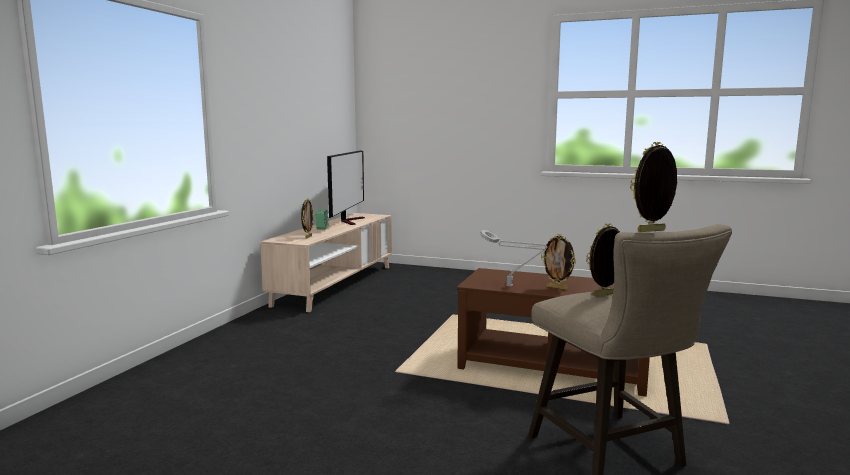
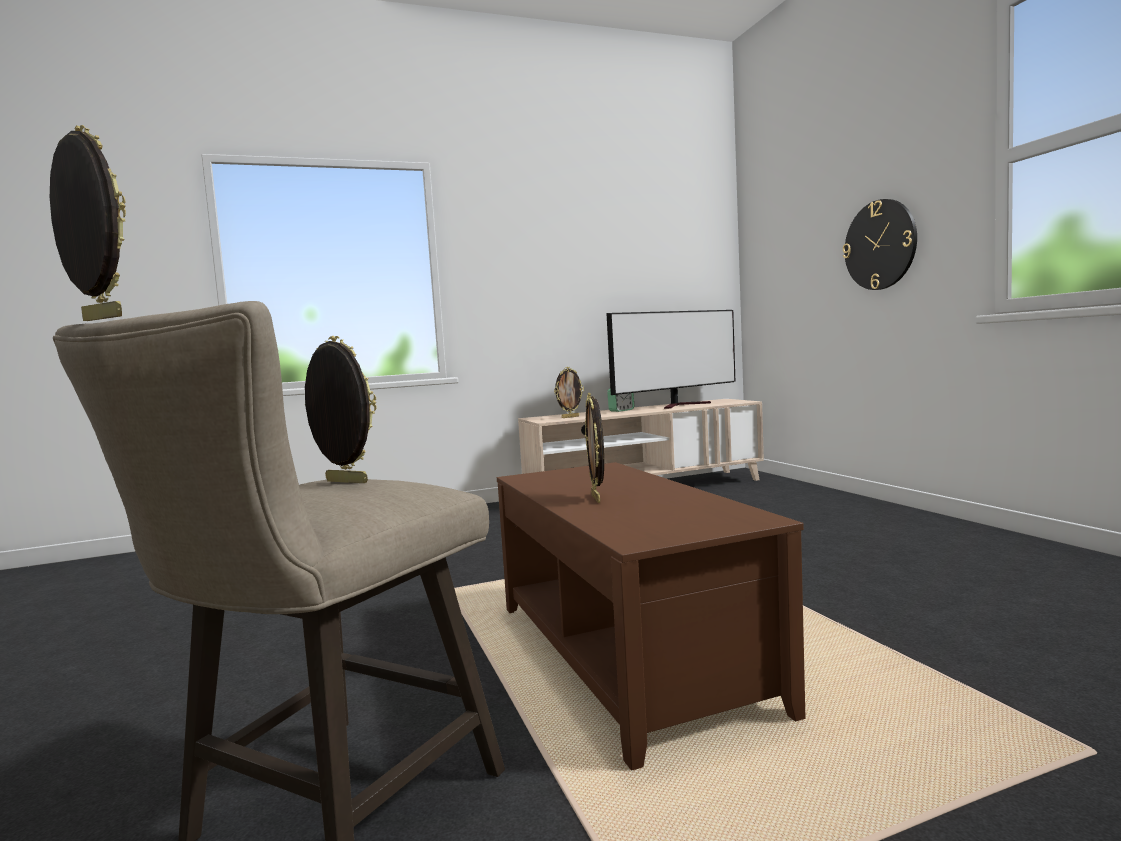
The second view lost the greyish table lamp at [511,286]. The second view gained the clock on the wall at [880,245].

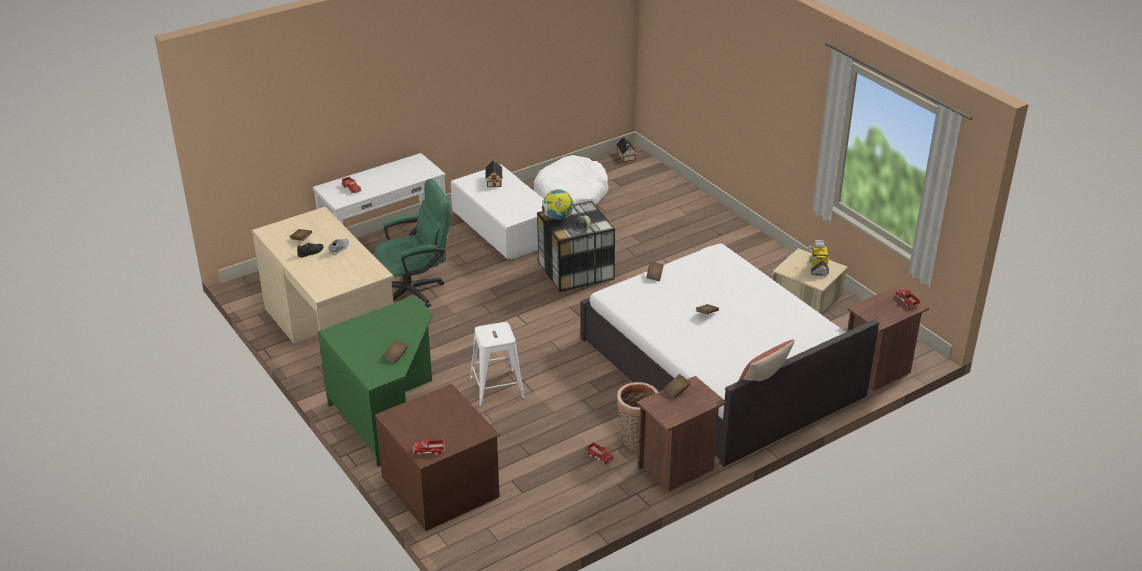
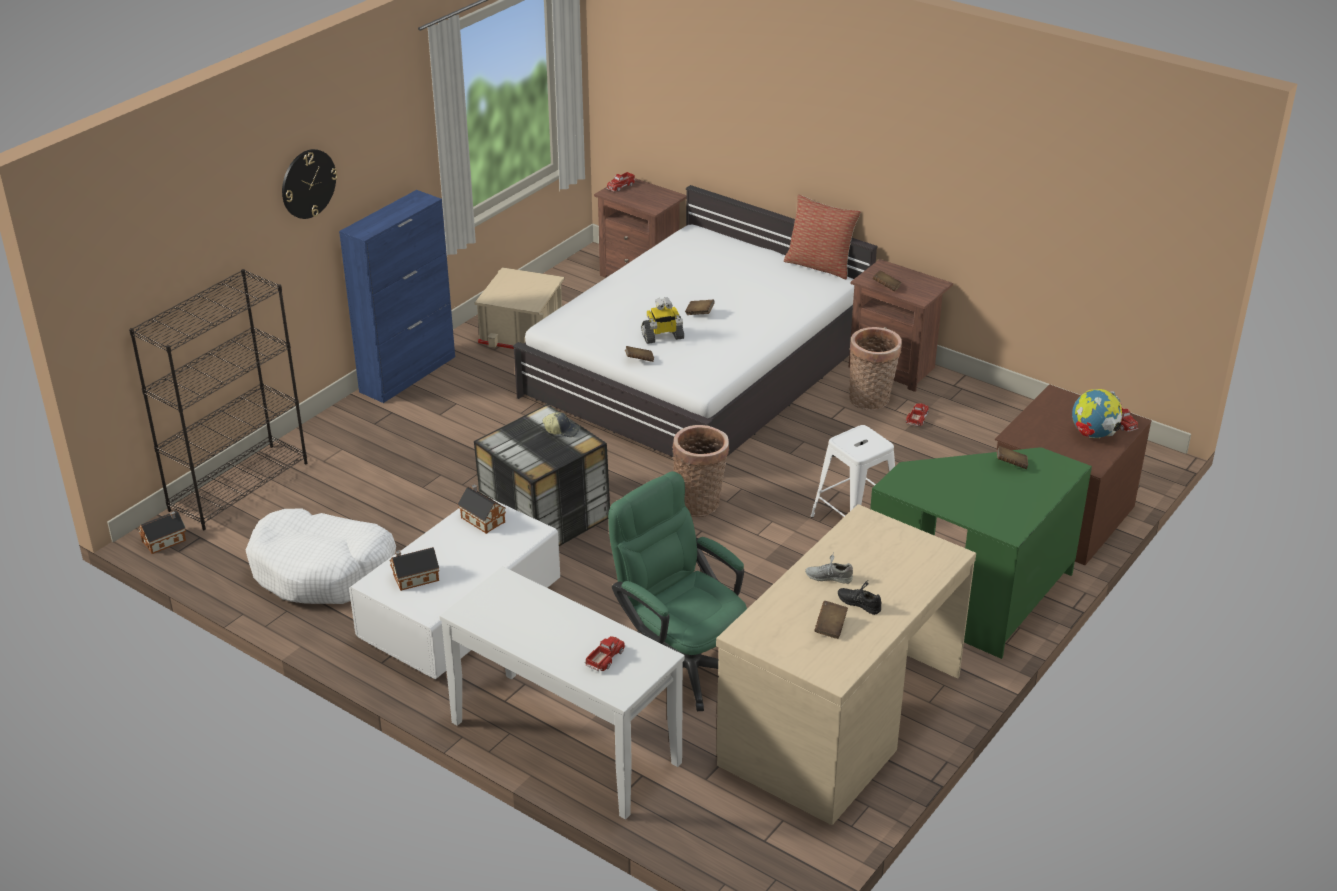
The desk globe ended up elsewhere, having gone from [557,217] to [1093,434]. The toy robot ended up elsewhere, having gone from [818,267] to [662,337]. The second view gained the blackish bookshelf at [239,486]. The second view gained the clock on the wall at [308,183]. The second view gained the blue cabinet at [408,374]. The second view gained the model house at [482,519]. The second view gained the household basket at [700,503].

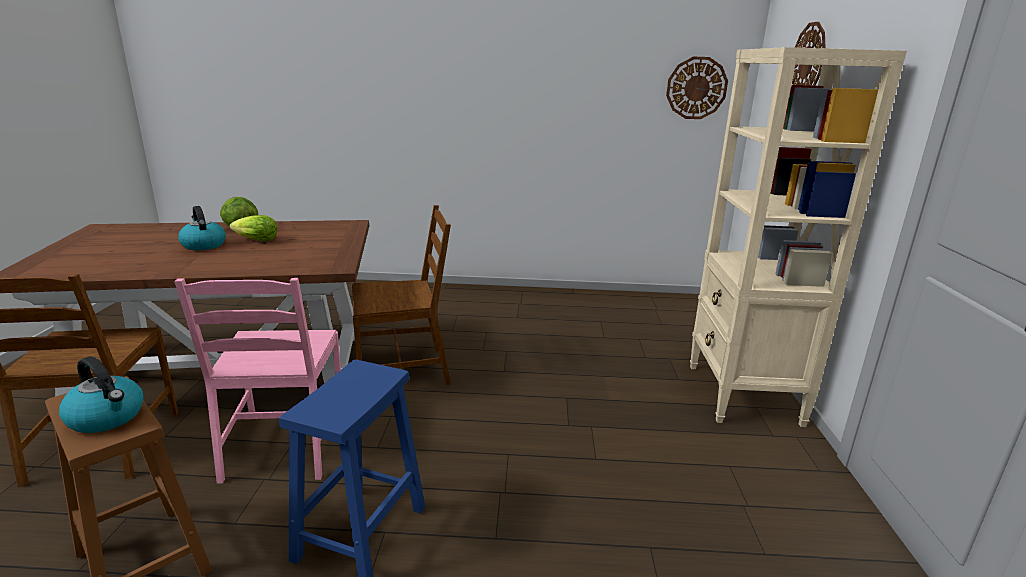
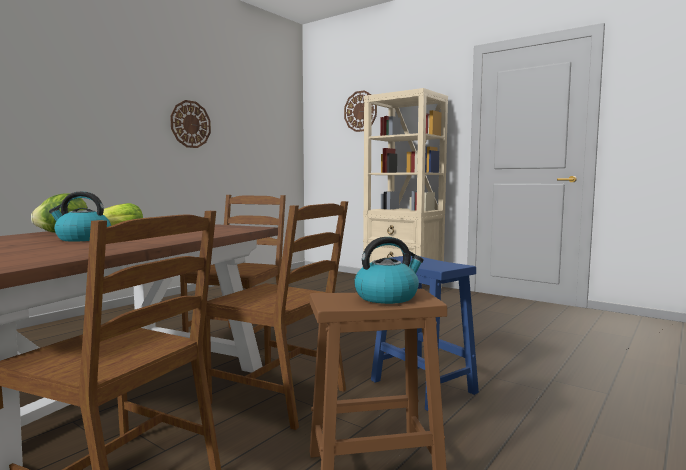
What was the pink plain chair at [285,446] turned into the brownish plain chair at [280,396]. The clock on the wall ended up elsewhere, having gone from [696,88] to [190,124].

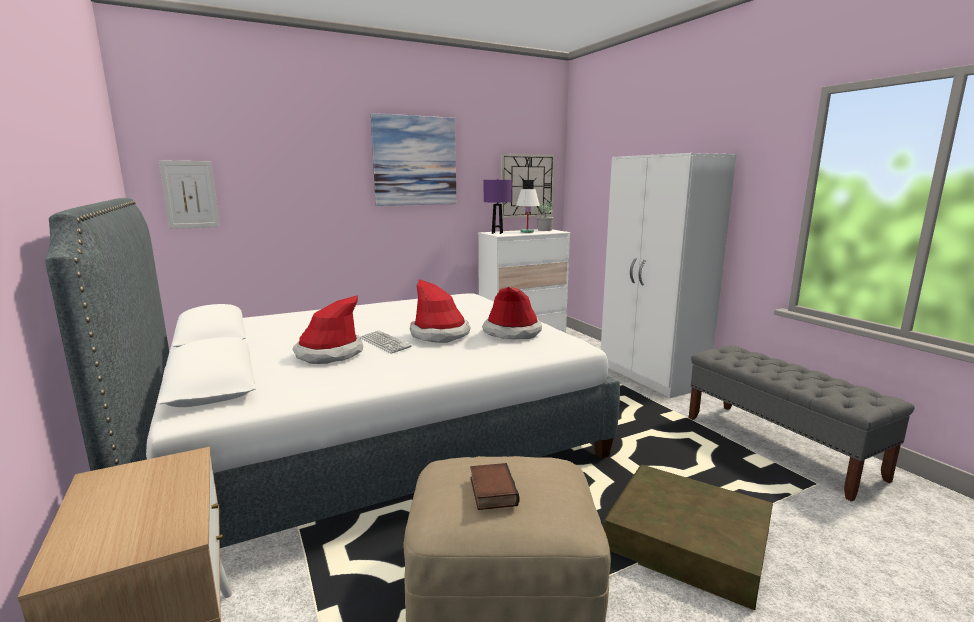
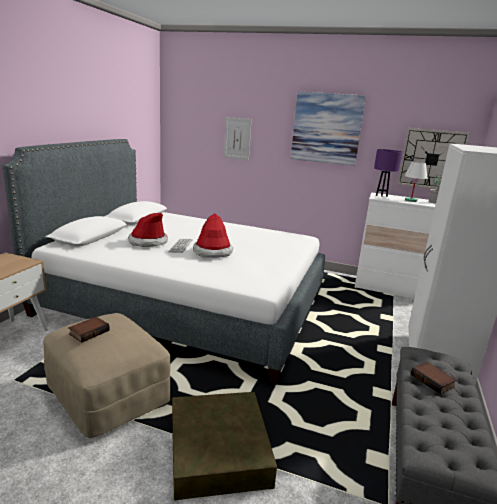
The wall picture ended up elsewhere, having gone from [190,194] to [237,138]. The second view lost the wearable hat at [512,332]. The second view gained the volume at [433,380].

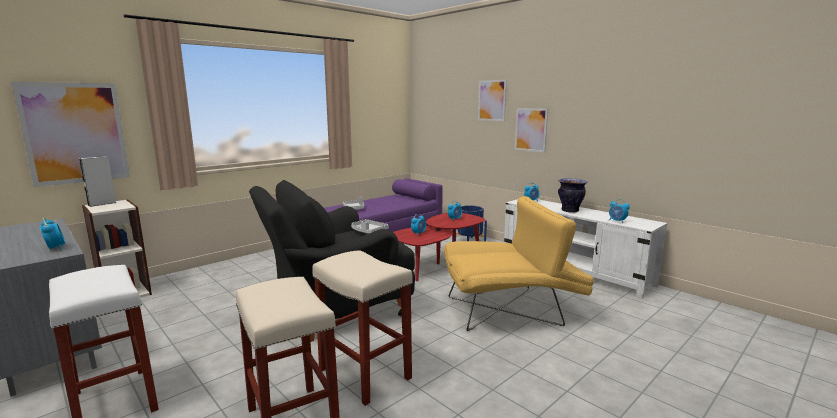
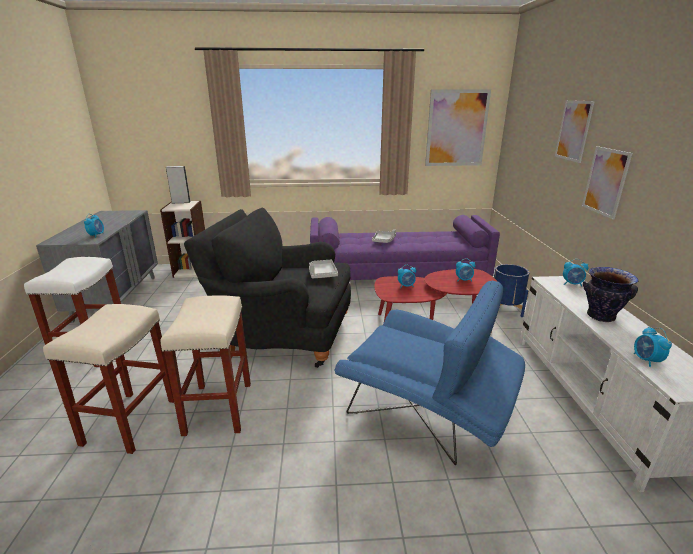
The wall picture ended up elsewhere, having gone from [75,133] to [456,128]. What was the yellow-coloured armchair at [511,309] turned into the blue armchair at [428,411].

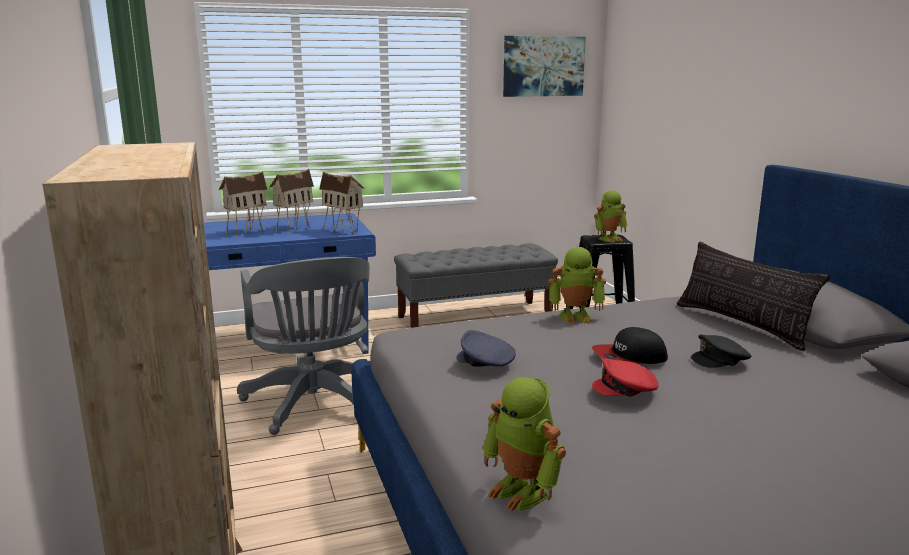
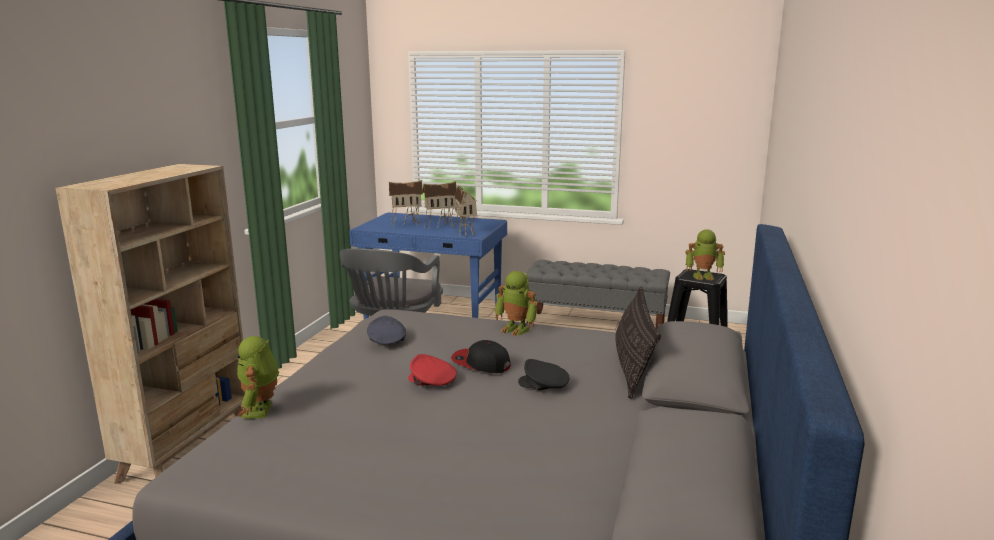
The second view lost the wall picture at [543,66].

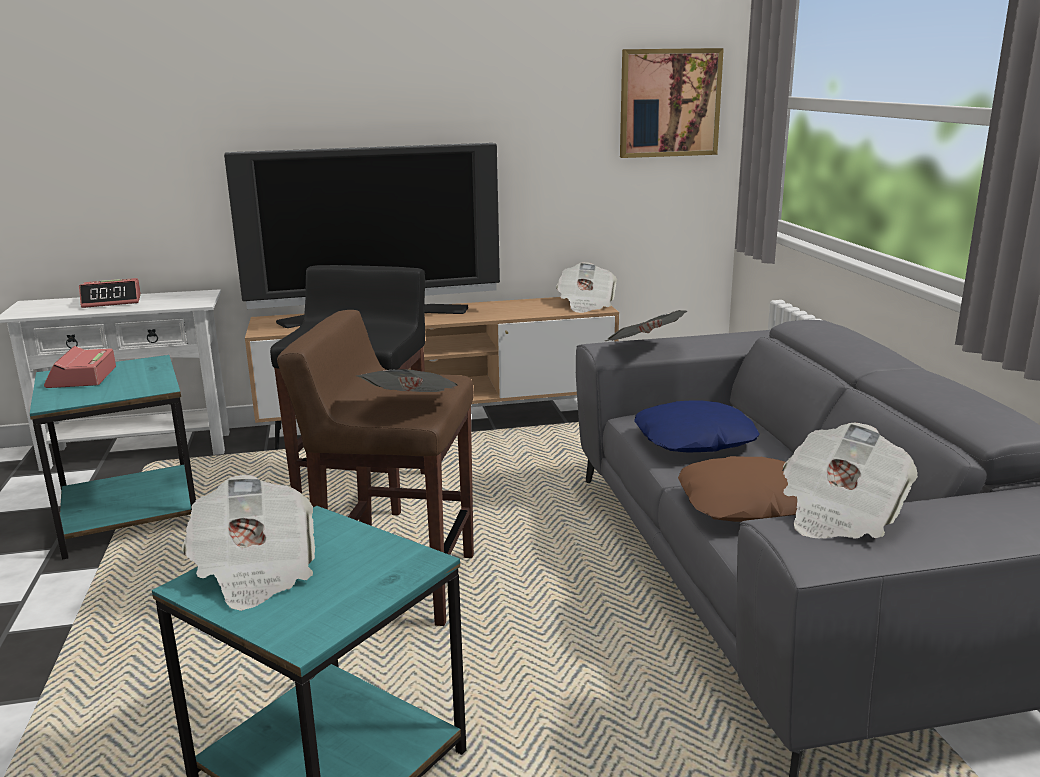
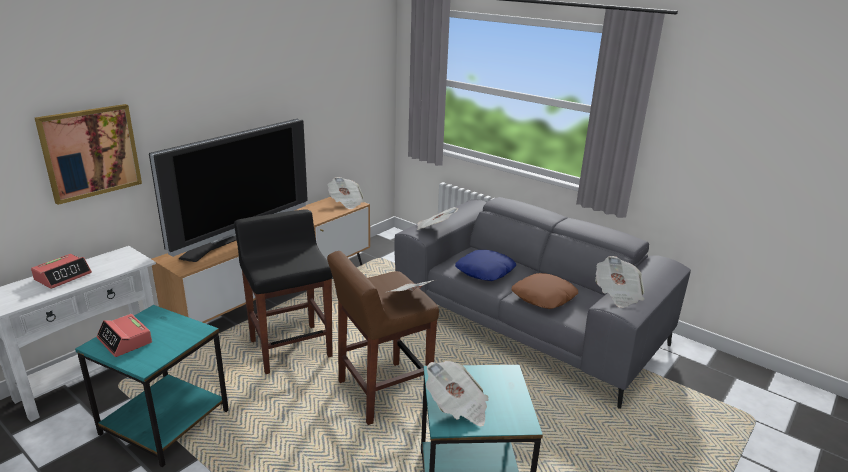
The wall picture ended up elsewhere, having gone from [669,103] to [90,152].

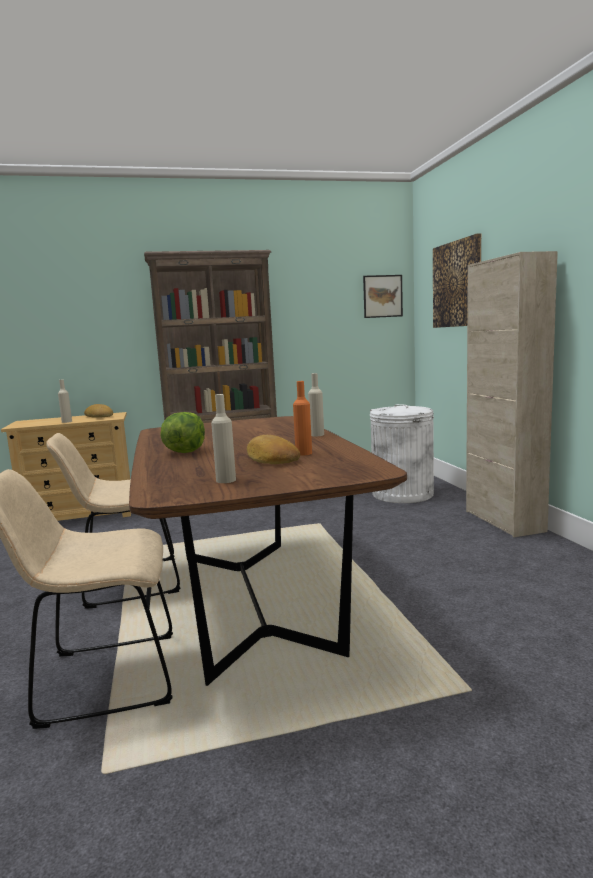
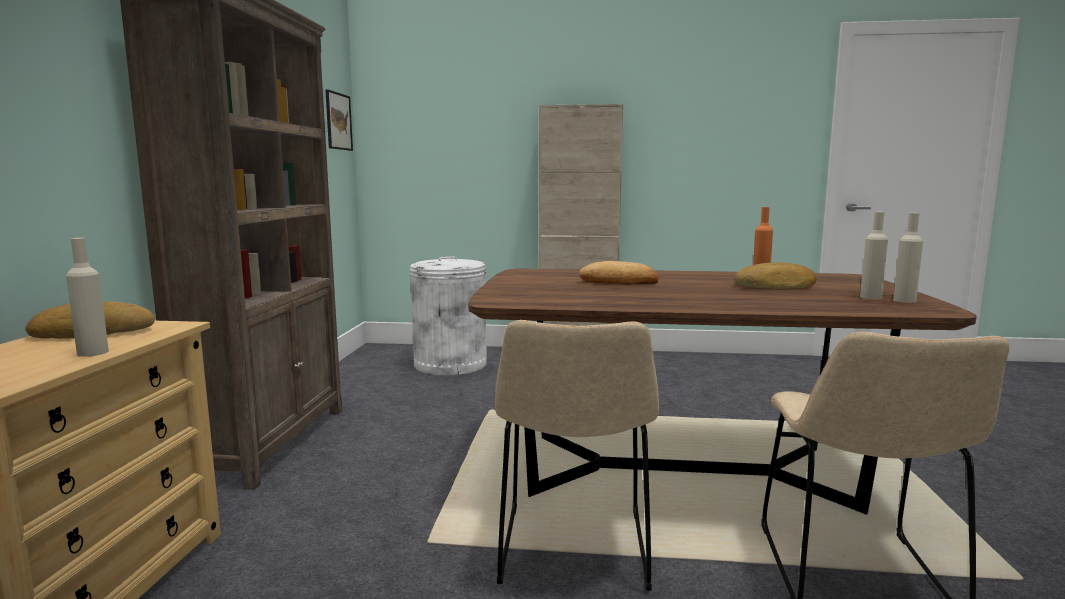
The second view lost the lettuce at [184,452]. The beige bottle ended up elsewhere, having gone from [317,435] to [904,300]. The second view lost the wall picture at [457,284]. The second view gained the bread at [619,282].

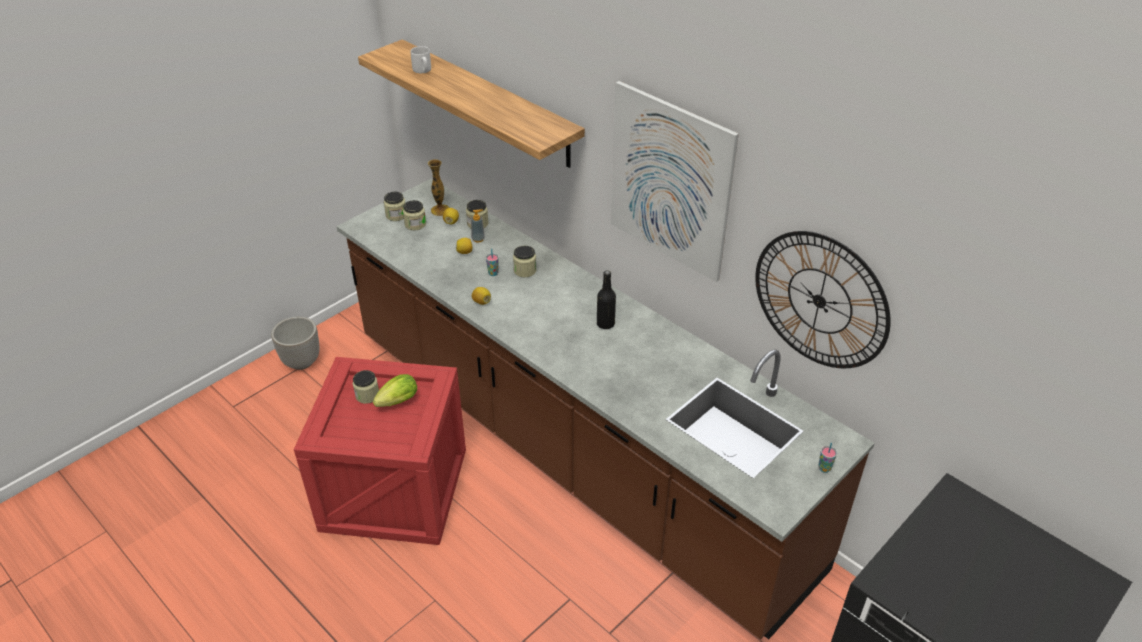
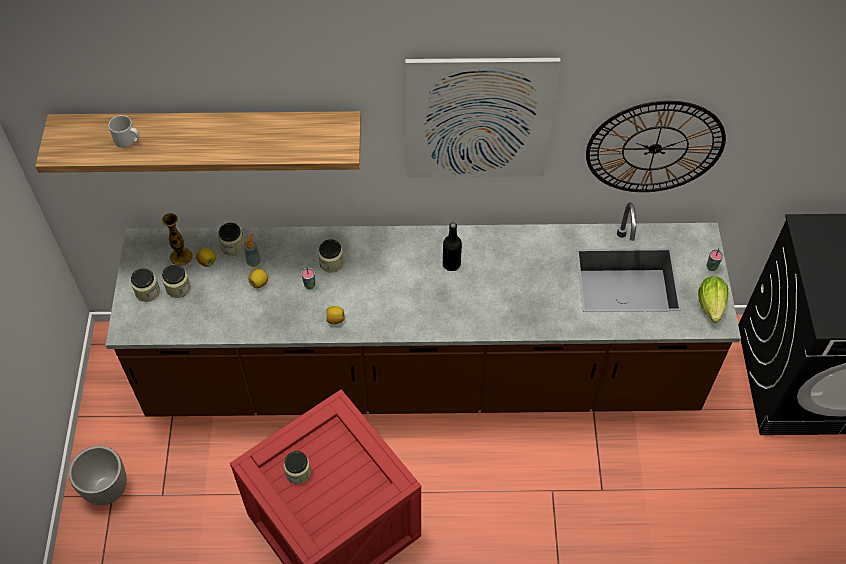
The lettuce ended up elsewhere, having gone from [396,403] to [711,308].

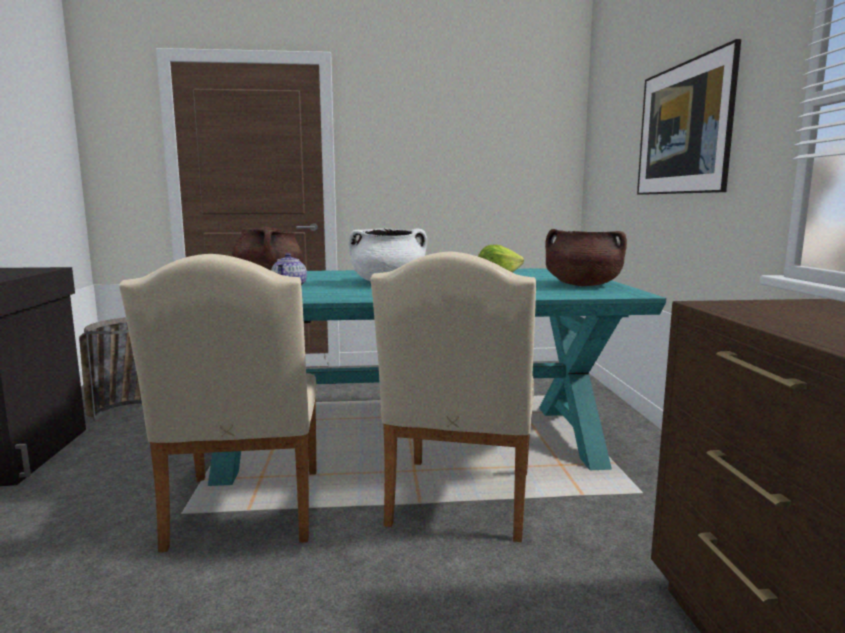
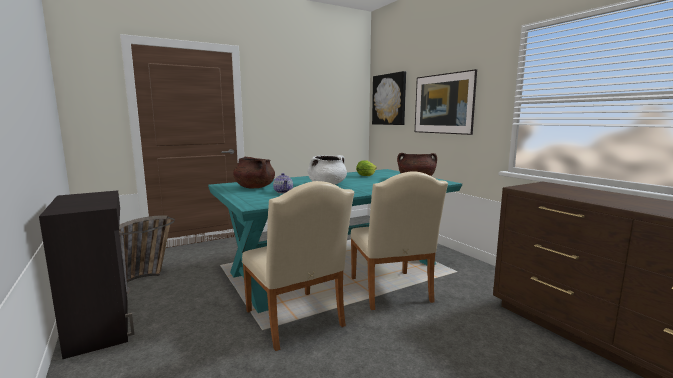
The second view gained the wall picture at [389,99].

